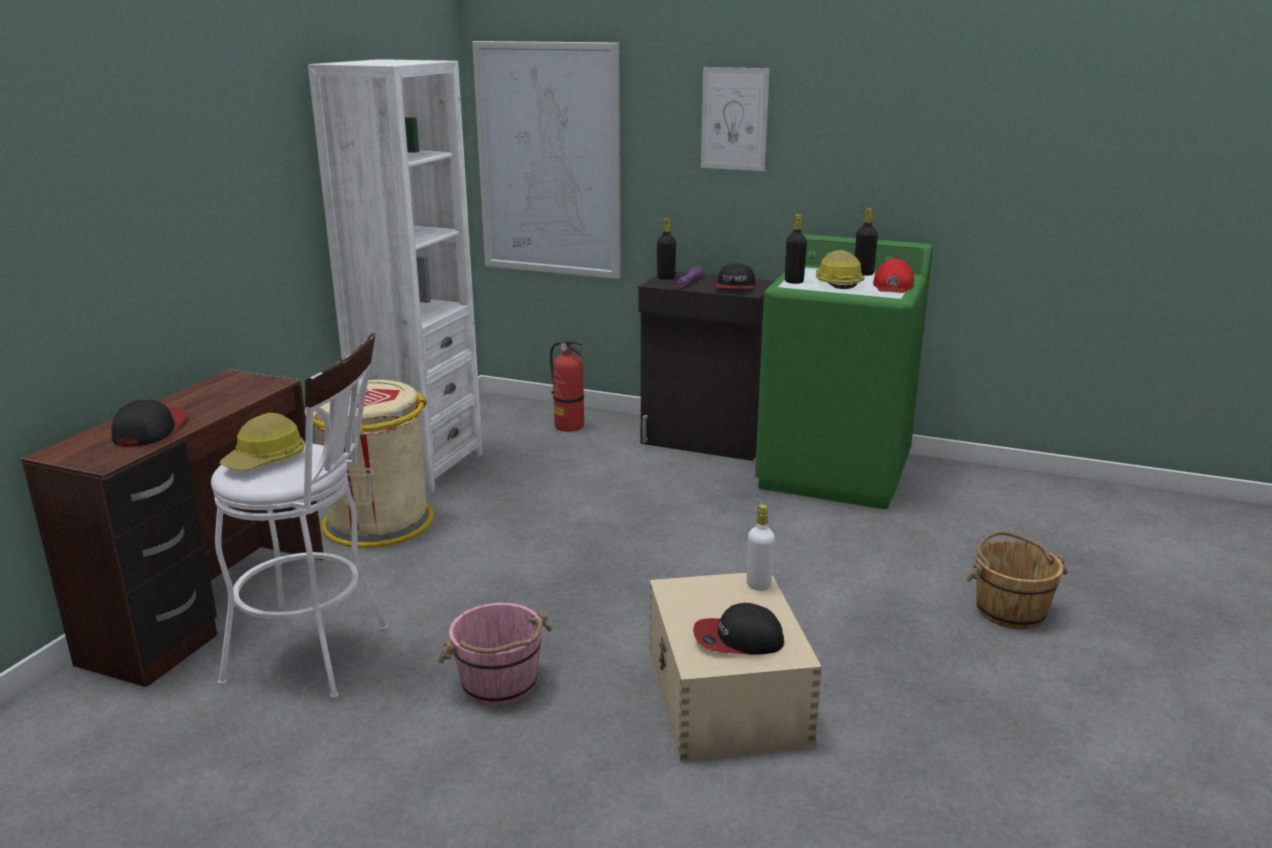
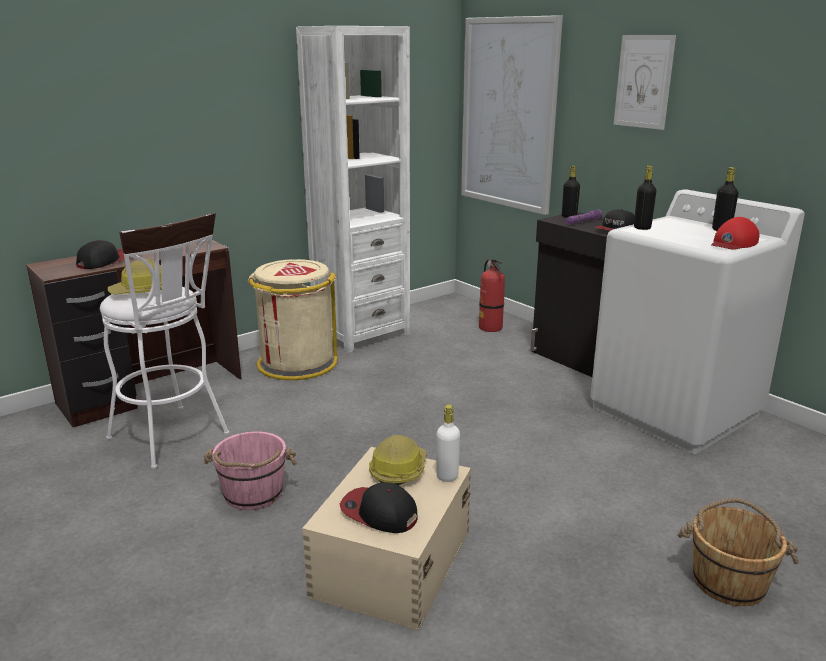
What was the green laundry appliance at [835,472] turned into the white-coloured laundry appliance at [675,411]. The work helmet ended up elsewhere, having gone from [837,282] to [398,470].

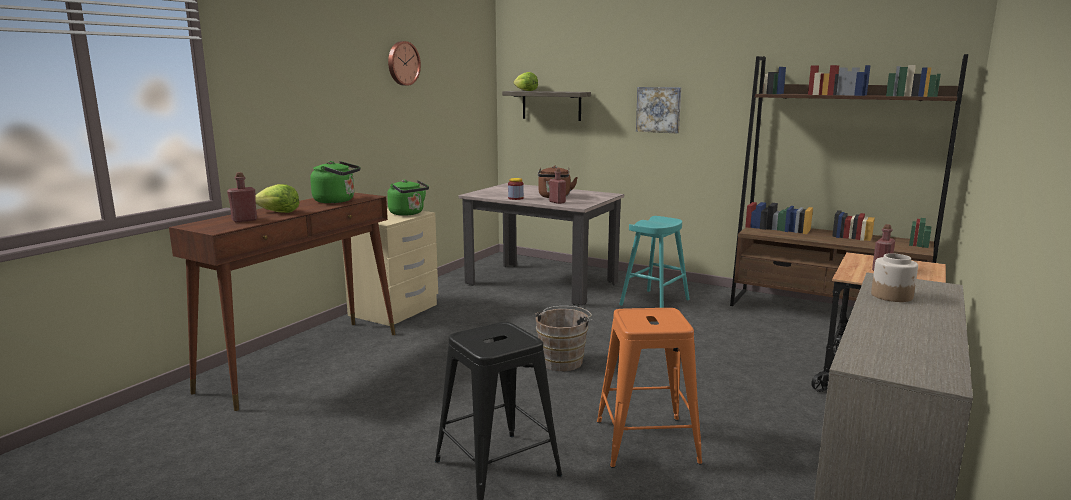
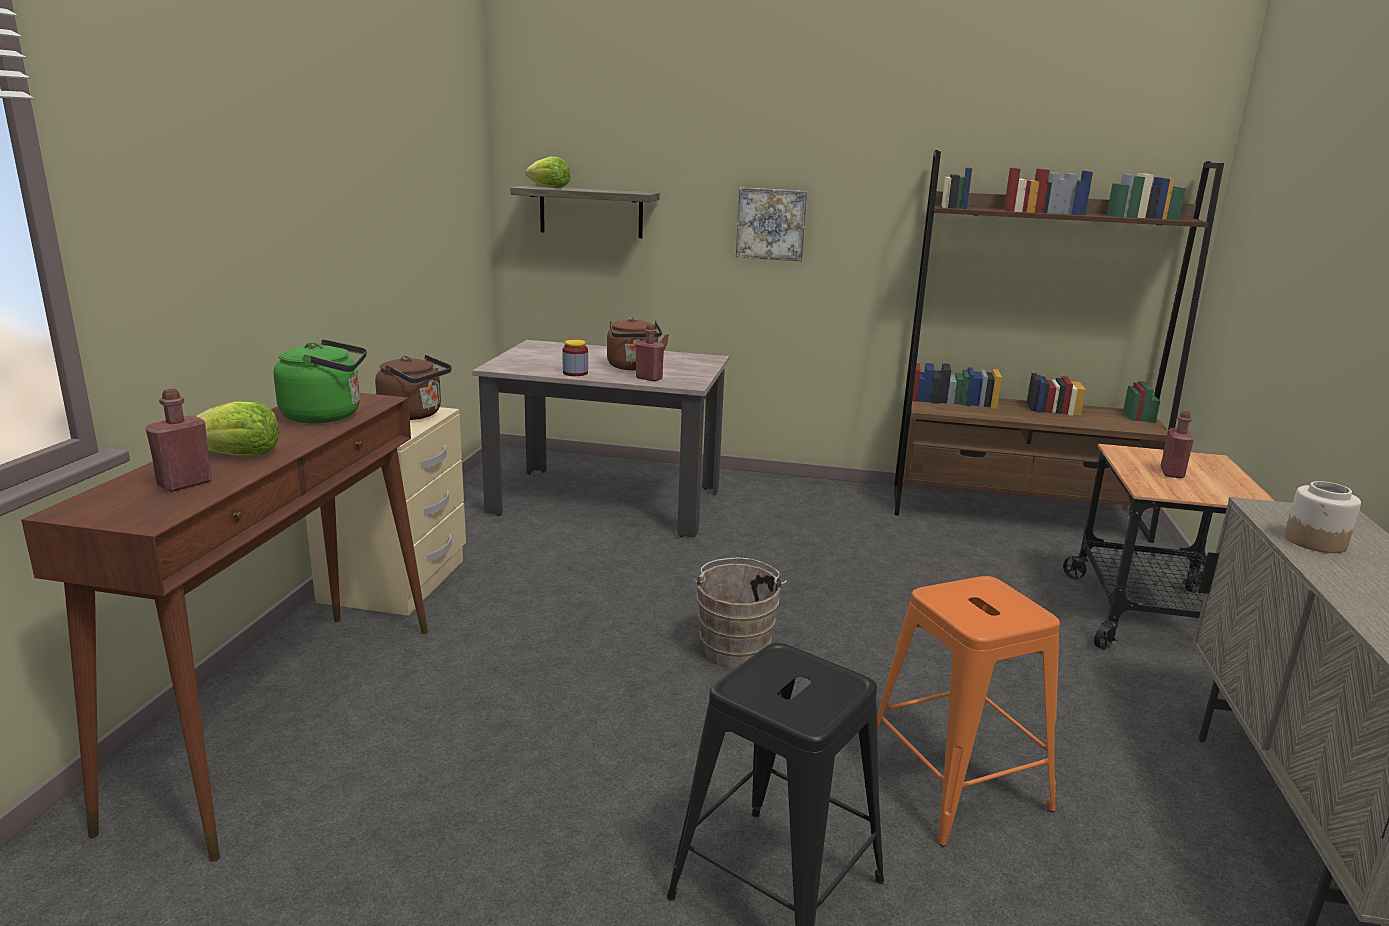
What was the green water kettle at [408,213] turned into the brownish water kettle at [414,415]. The second view lost the clock on the wall at [402,63]. The second view lost the turquoise-coloured stool seat at [654,302].

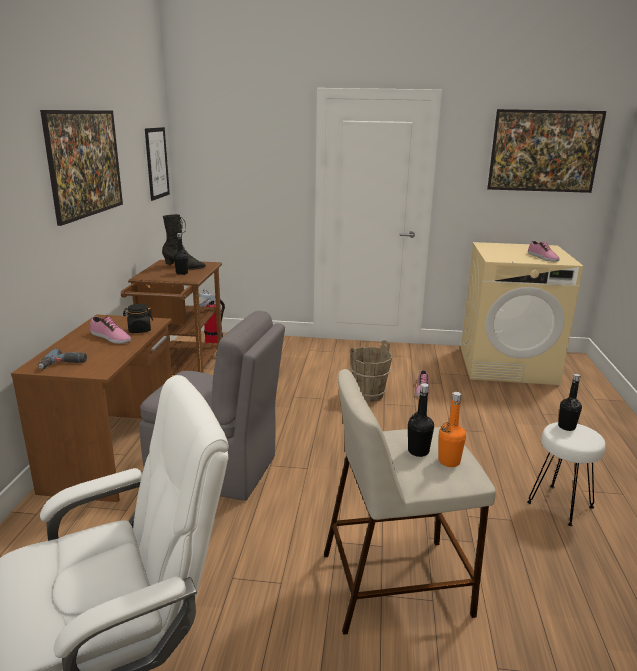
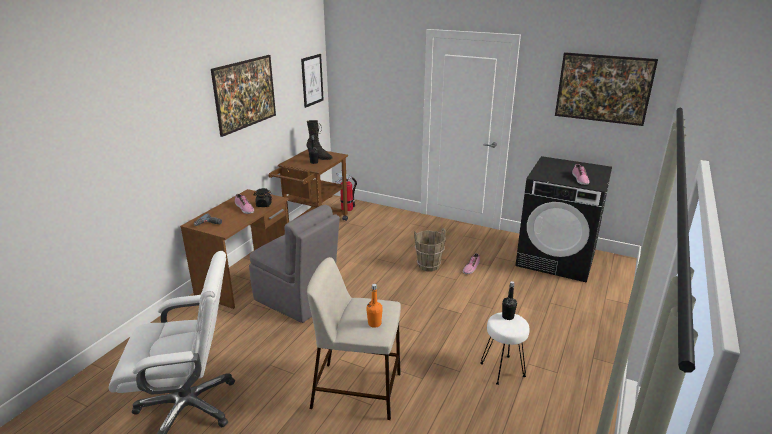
The second view lost the blackish bottle at [418,451]. What was the beige laundry appliance at [507,365] turned into the blackish laundry appliance at [556,259].

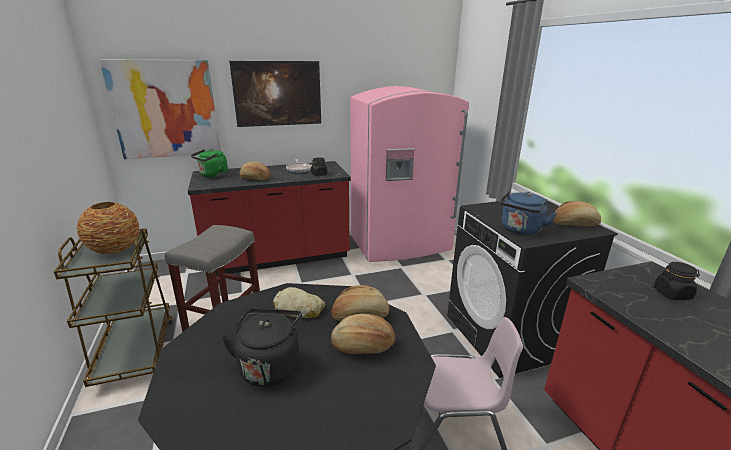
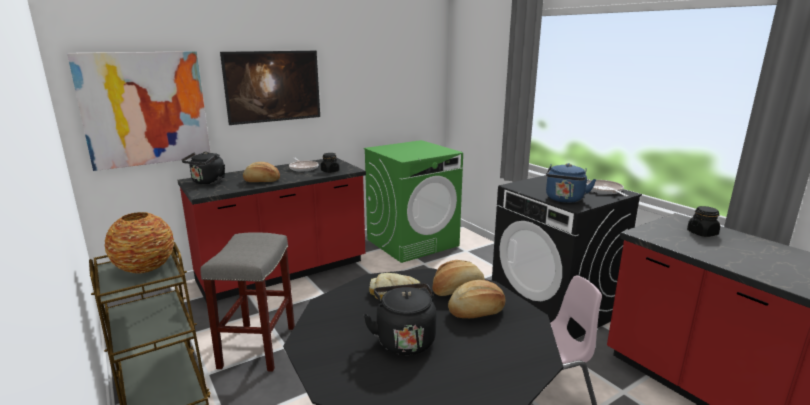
What was the green water kettle at [212,176] turned into the blackish water kettle at [207,182]. Where the pink fridge stood at [401,244], the green laundry appliance came to stand at [413,242]. Where the bread stood at [574,224], the frying pan came to stand at [604,191].

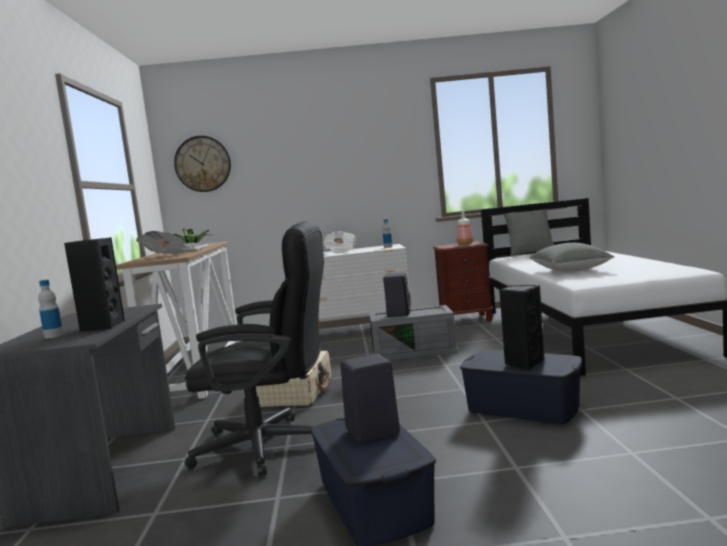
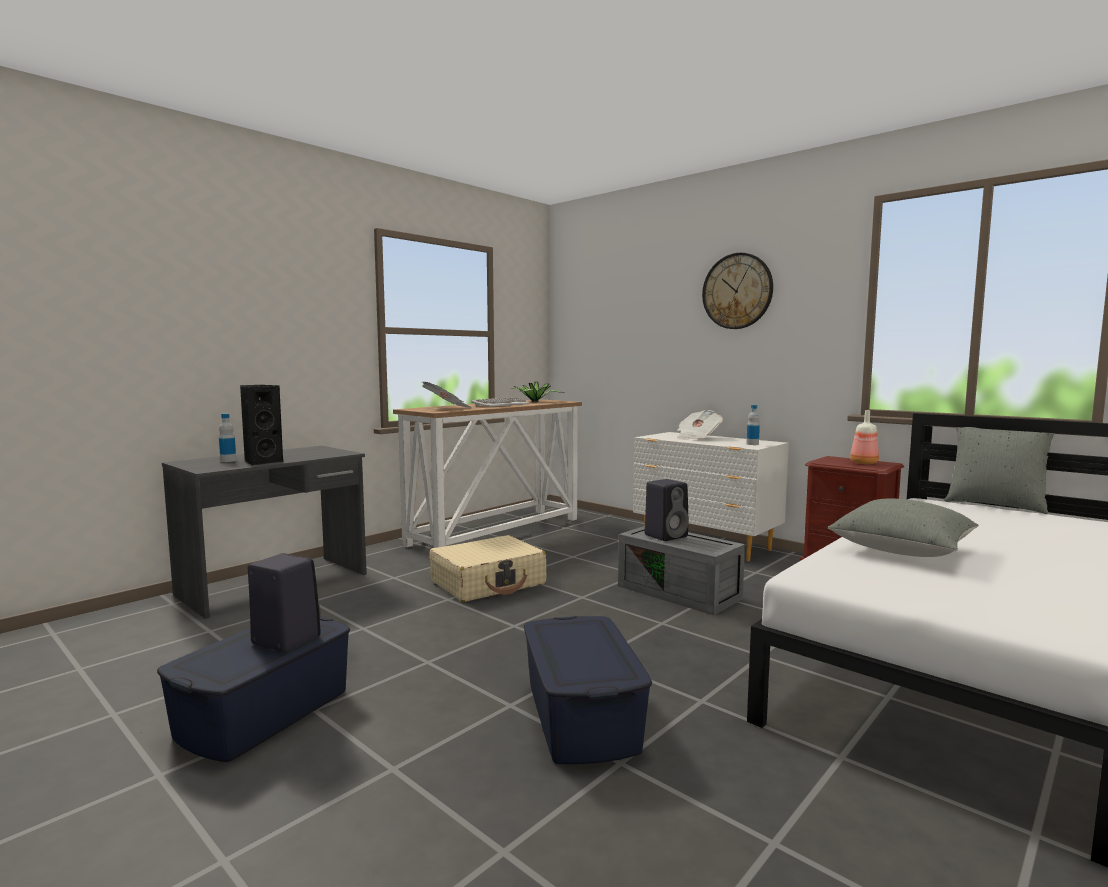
The clock on the wall ended up elsewhere, having gone from [203,164] to [737,291]. The second view lost the blackish desk chair at [272,445]. The second view lost the blackish loudspeaker at [523,363].

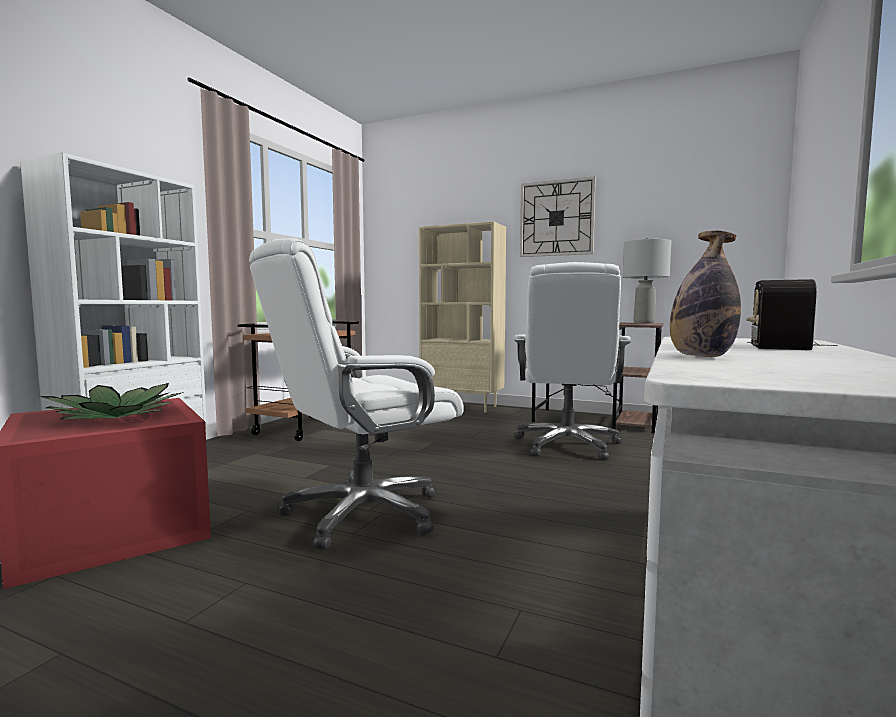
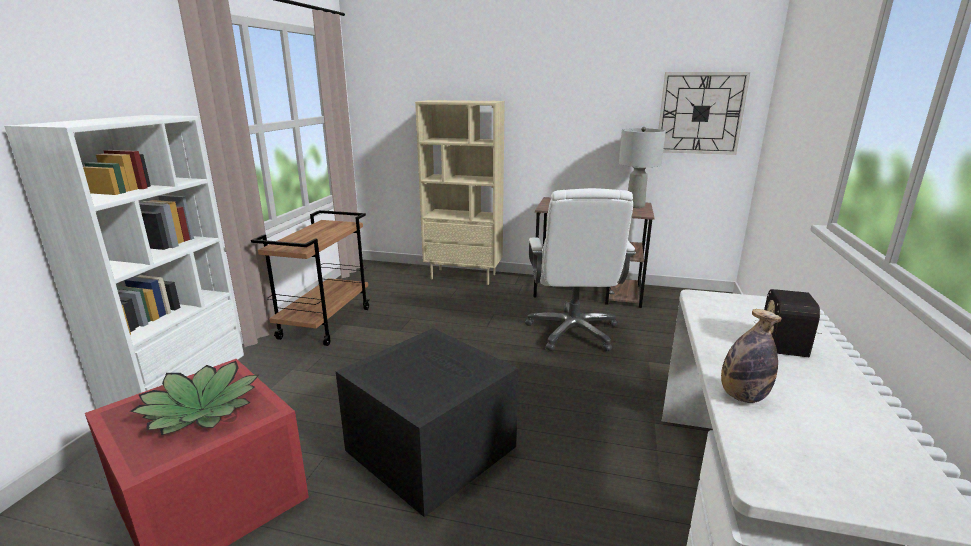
Where the white-coloured desk chair stood at [362,514], the blackish storage box came to stand at [428,448]. The clock on the wall ended up elsewhere, having gone from [556,218] to [700,113].

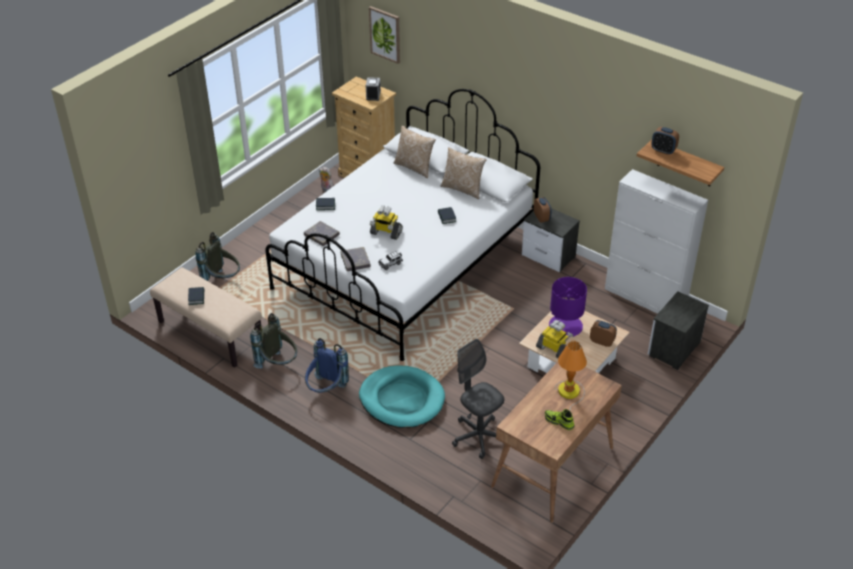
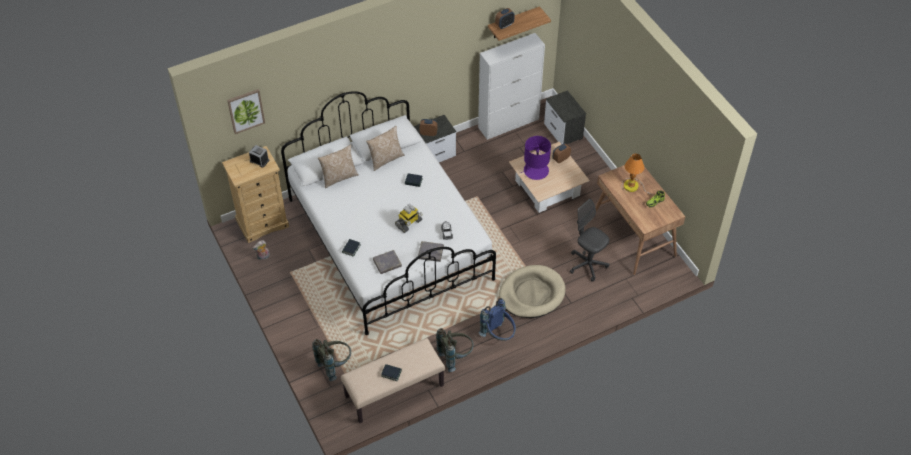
What was the turquoise-coloured pet bed at [402,399] turned into the beige pet bed at [531,294]. The greyish desk chair at [478,436] ended up facing another way, 60 degrees clockwise from before. The second view lost the toy robot at [554,349].

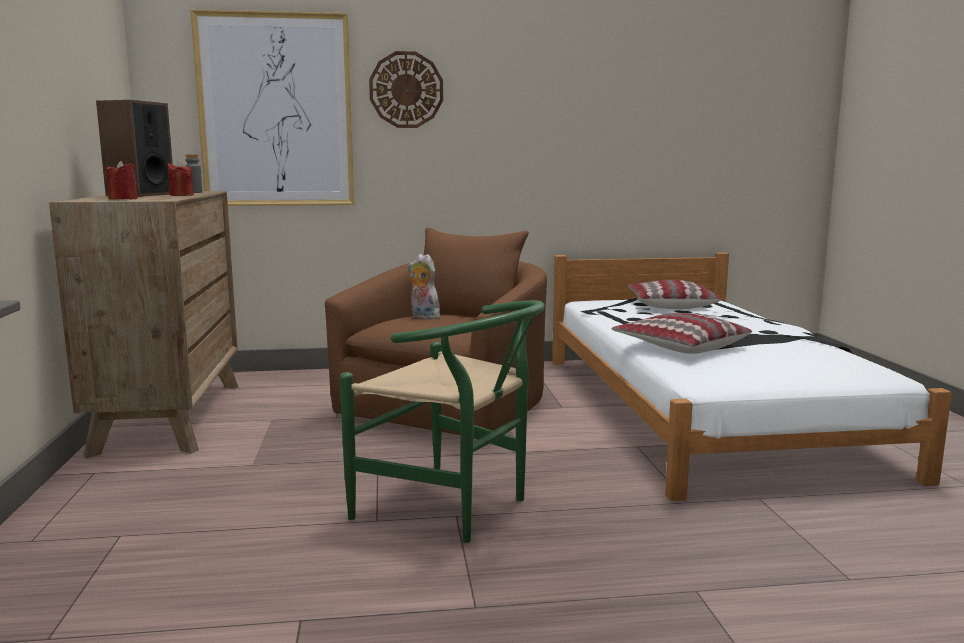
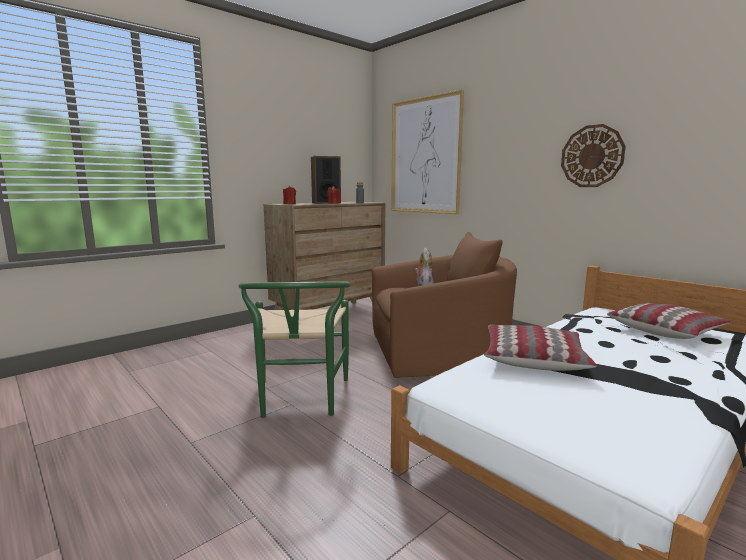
The clock on the wall ended up elsewhere, having gone from [406,90] to [592,156].

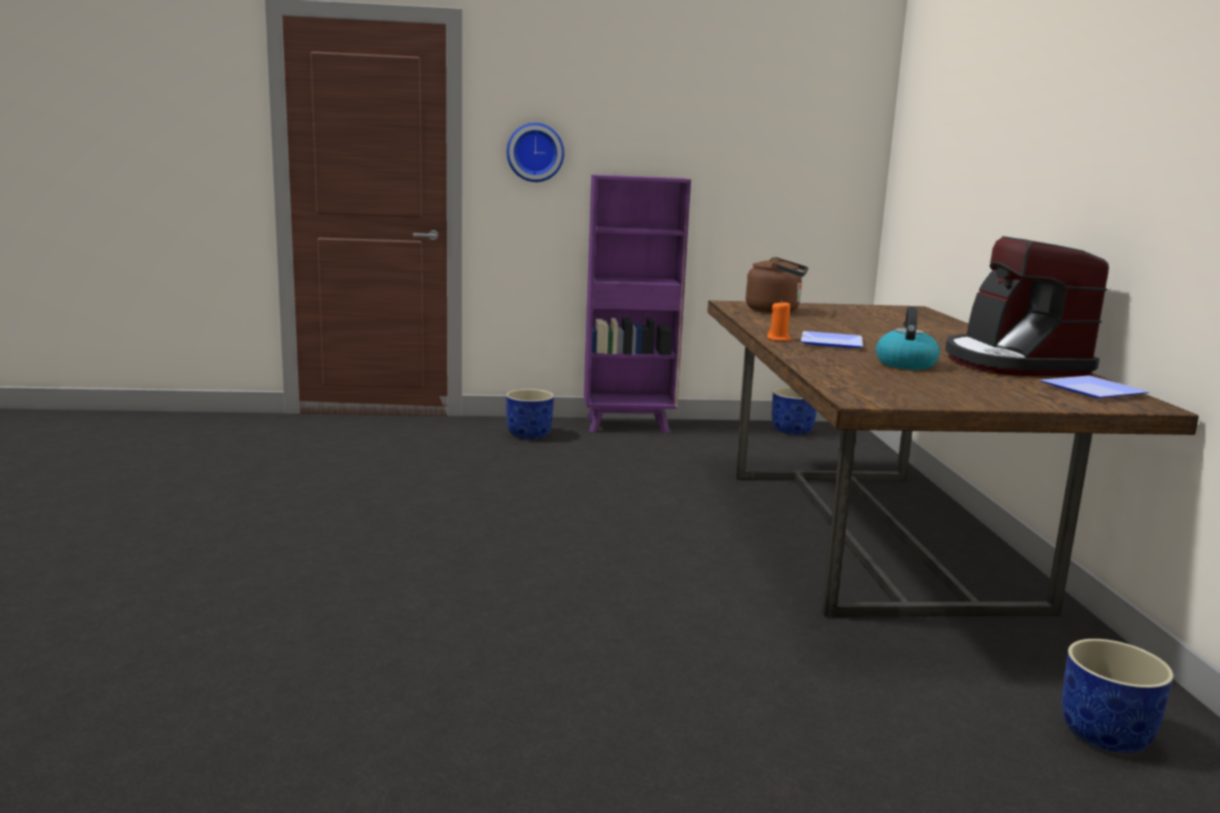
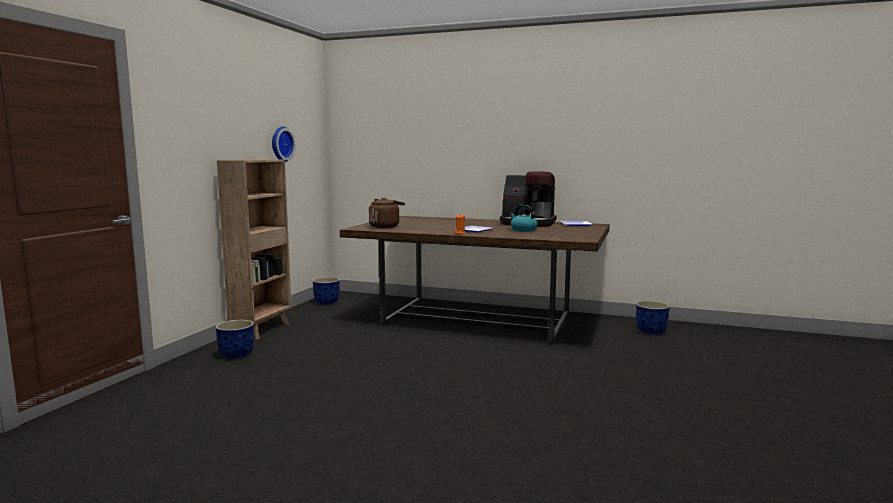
The clock on the wall ended up elsewhere, having gone from [535,152] to [280,144]. What was the purplish bookshelf at [629,426] turned into the brownish bookshelf at [262,329].

